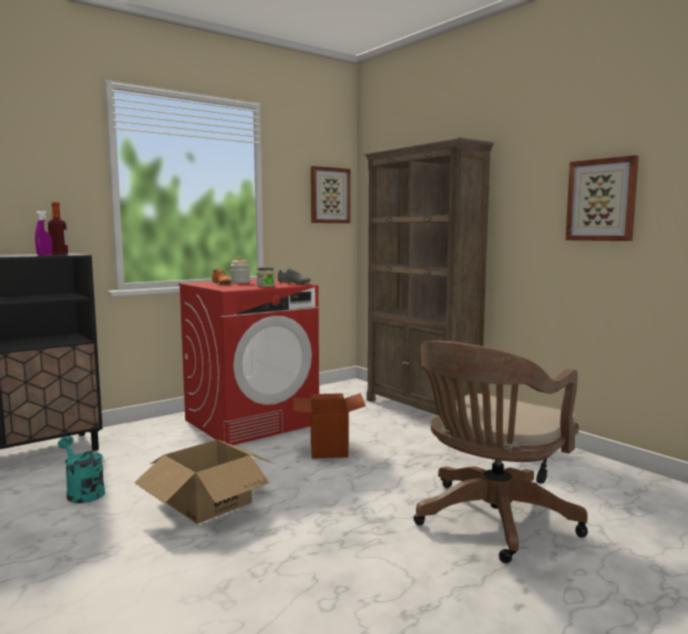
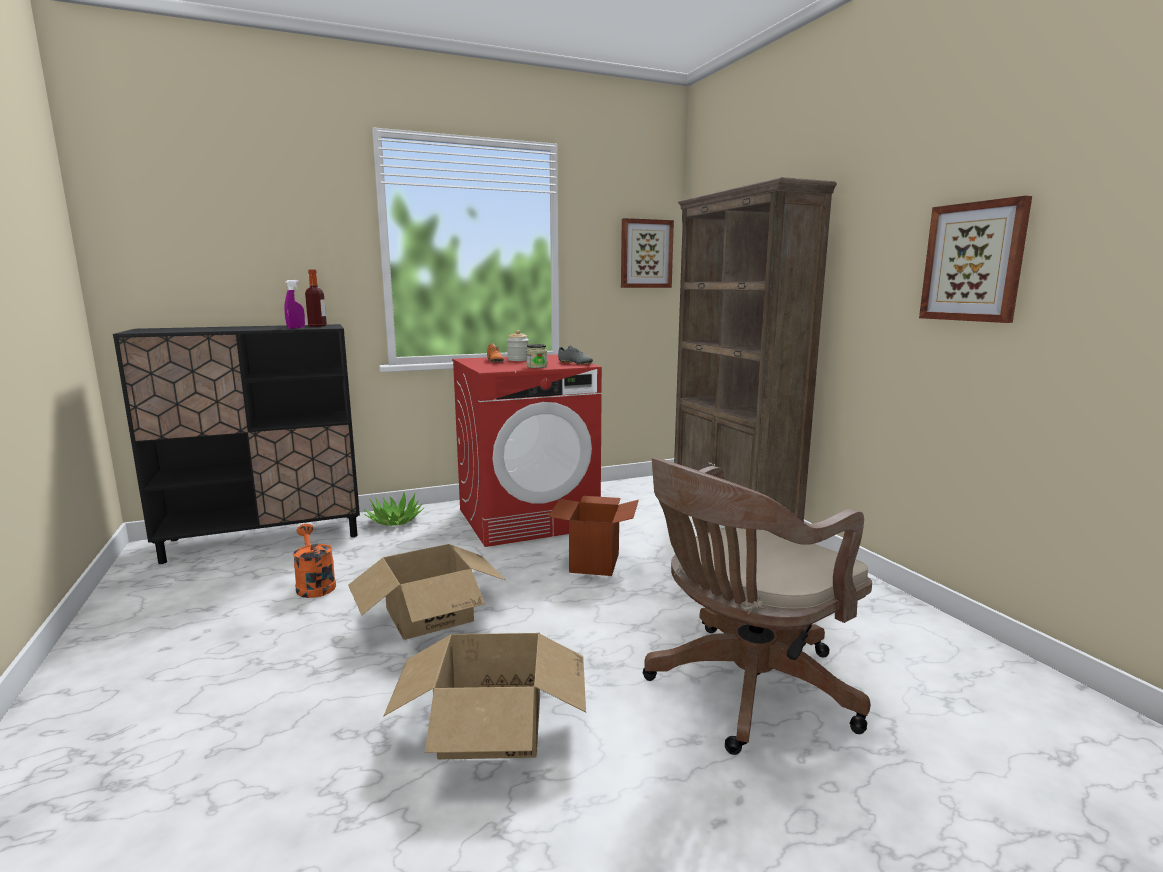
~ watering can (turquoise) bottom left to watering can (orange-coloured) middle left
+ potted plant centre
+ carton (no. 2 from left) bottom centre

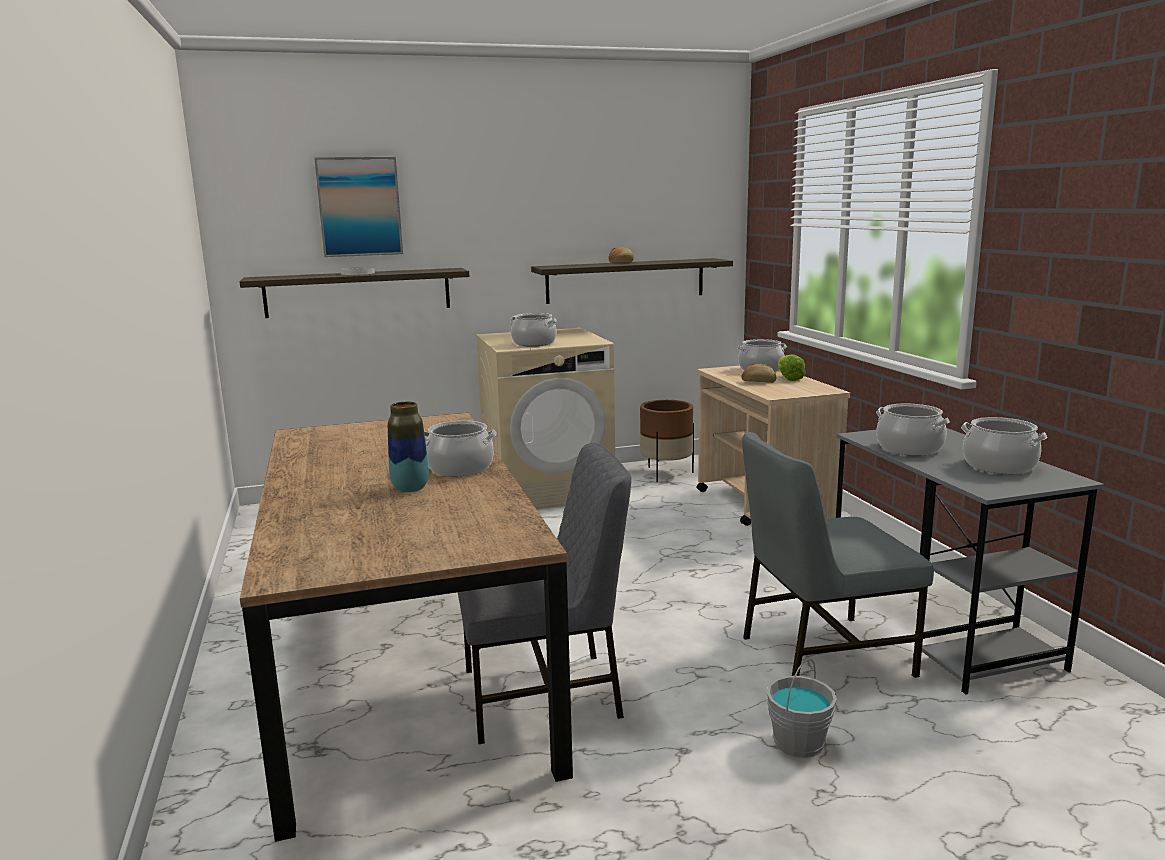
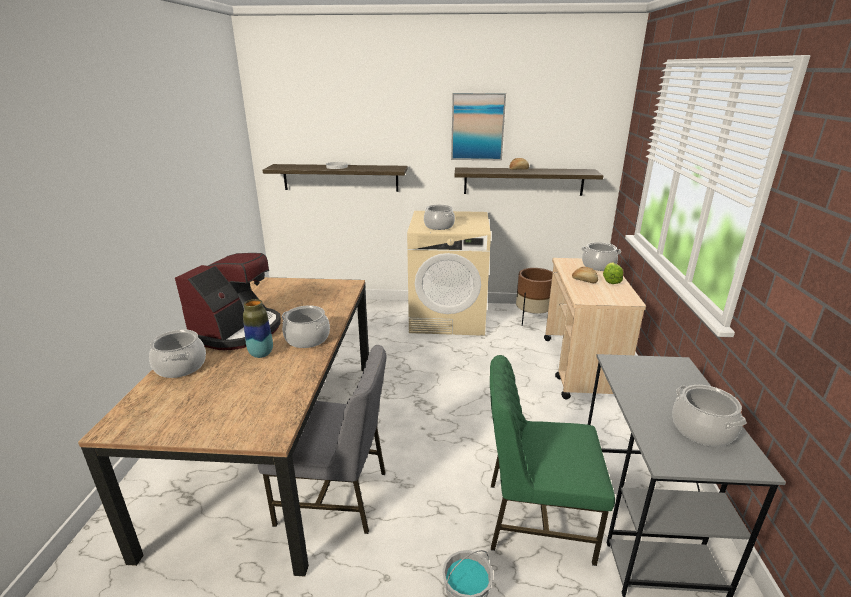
~ saucepot (no. 4 from left in the first image) middle right to saucepot (no. 1 from left) middle left
+ coffee maker middle left
~ wall picture top left to top centre
~ plain chair (grey) (no. 2 from left) middle right to plain chair (greenish) bottom centre

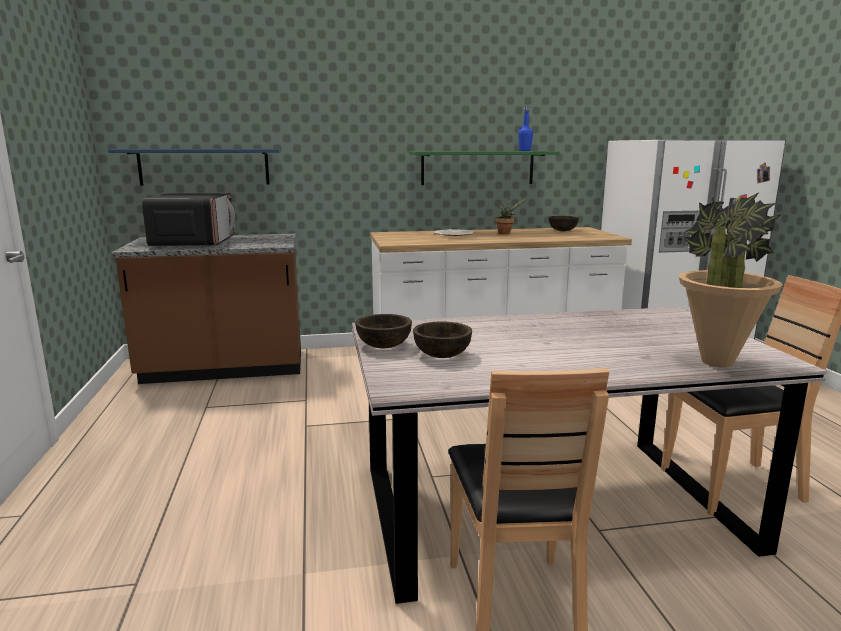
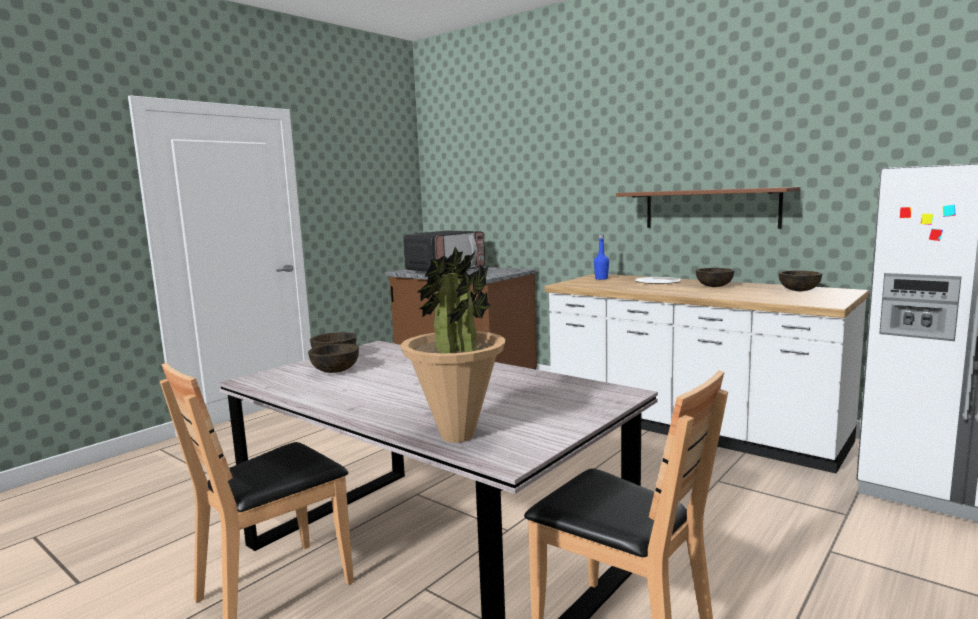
~ bottle (blue) top centre to centre
~ bracket shelf (greenish) top centre to bracket shelf (brown-coloured) middle right
~ potted plant (no. 1 from left) centre to bowl (brown-coloured) (no. 3 from left) middle right
- bracket shelf (blue) top left

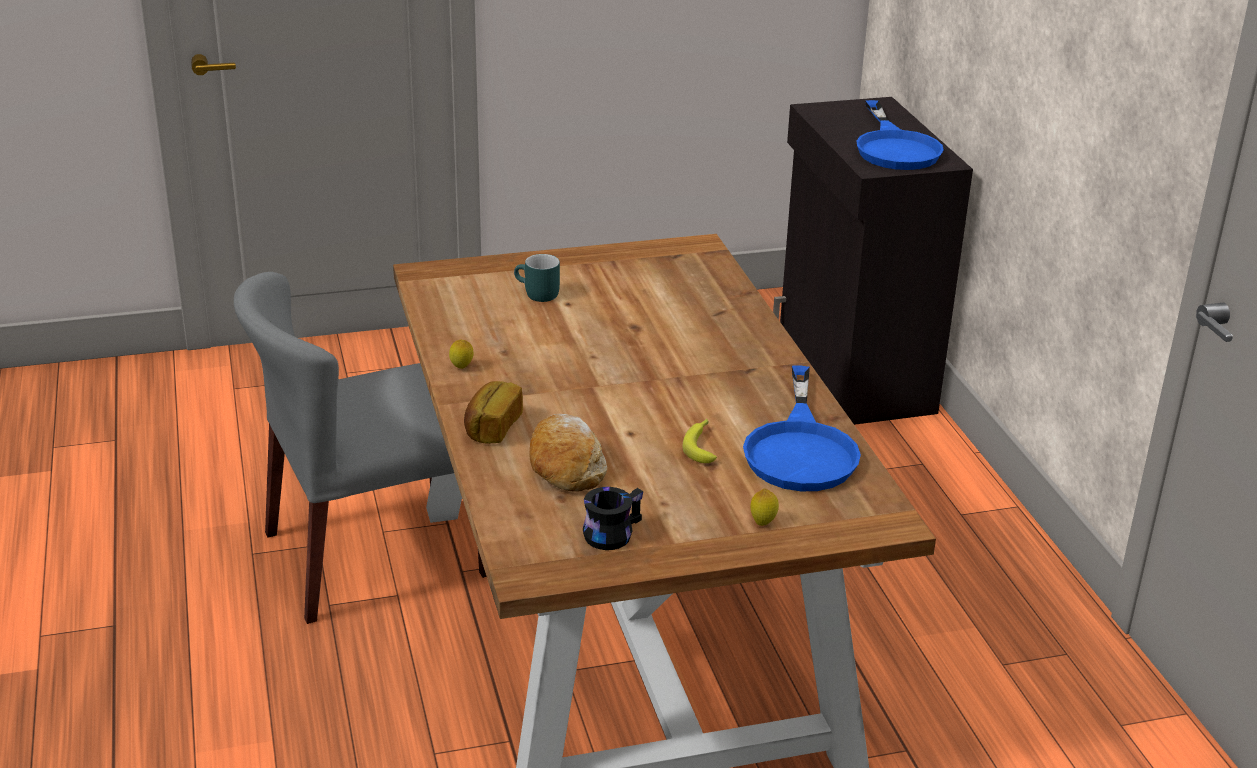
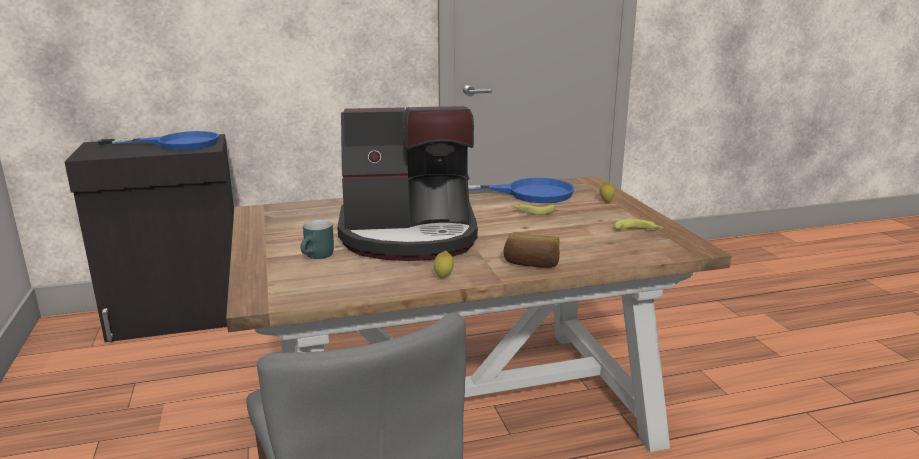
+ coffee maker centre
~ mug (black-coloured) bottom centre to banana (no. 2 from left) middle right
- baked bread (no. 2 from left) centre

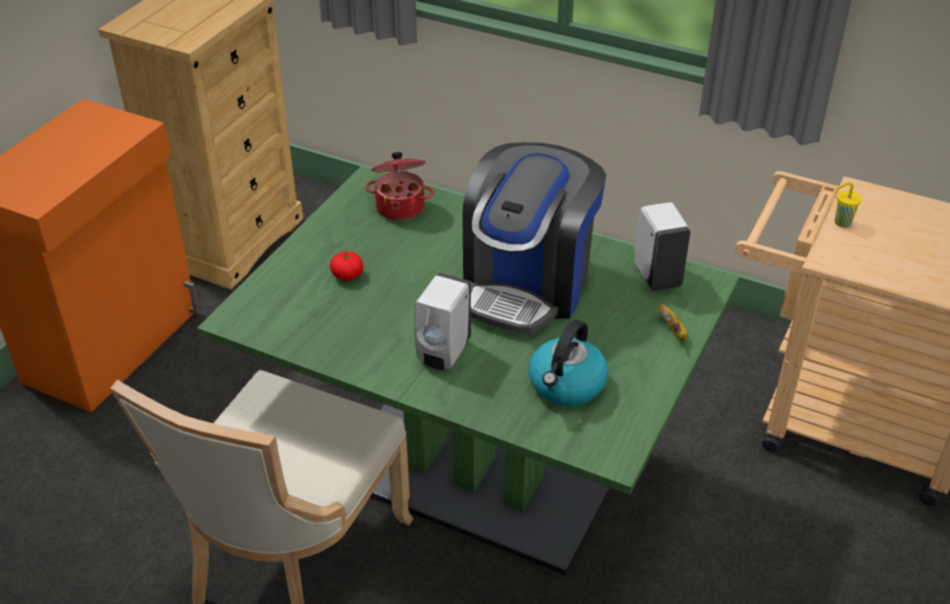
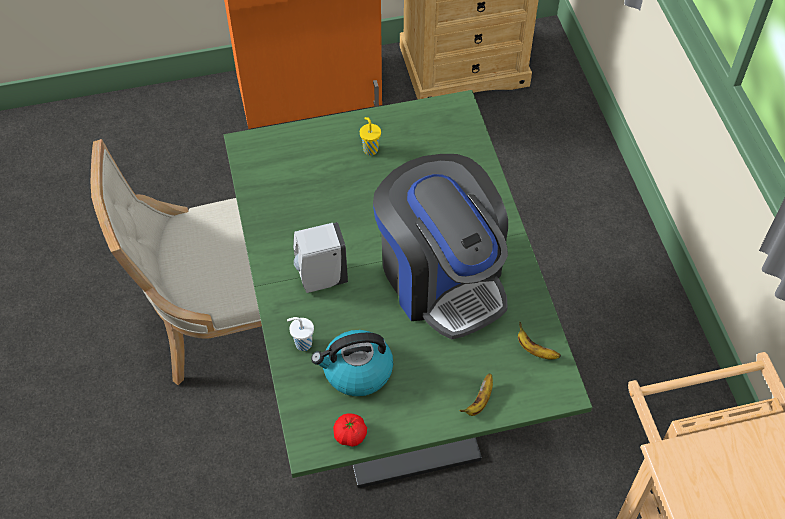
+ drinking cup (whitish) centre
~ whole tomato centre to bottom centre
~ drinking cup (yellow-coloured) middle right to top centre
~ coffee maker centre = centre 105 degrees counterclockwise
~ soap bottle (whitish) (no. 2 from left) middle right to banana (no. 2 from left) middle right
- saucepot top centre

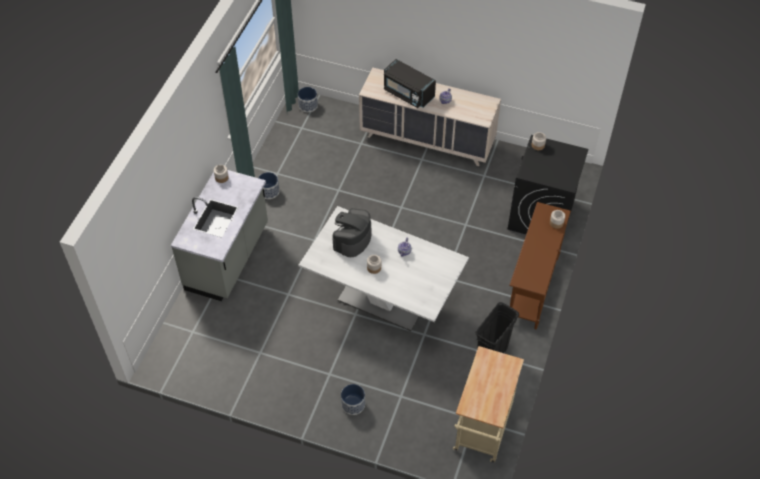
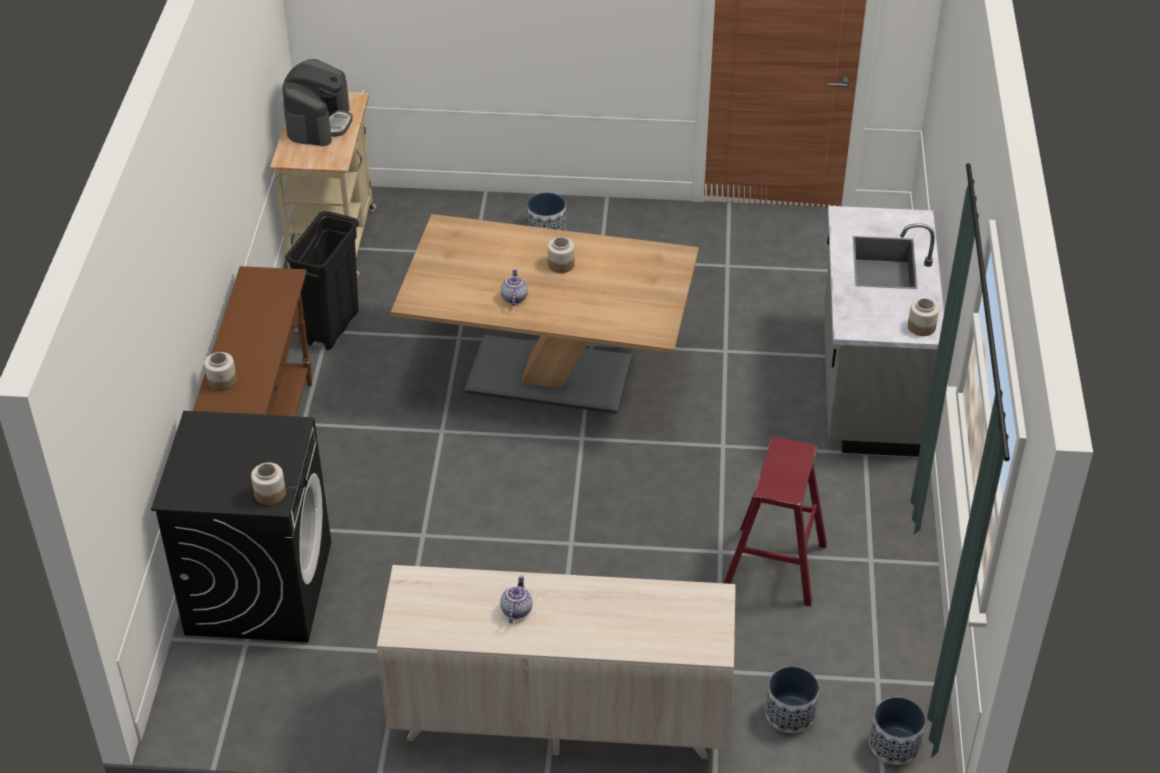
~ coffee maker centre to top left
~ dinner table (whitish) centre to dinner table (brown-coloured) centre
+ stool (red) bottom right
~ flower pot (no. 1 from left in the first image) centre to flower pot (no. 2 from left) bottom right
- kitchen microwave (black-coloured) top centre

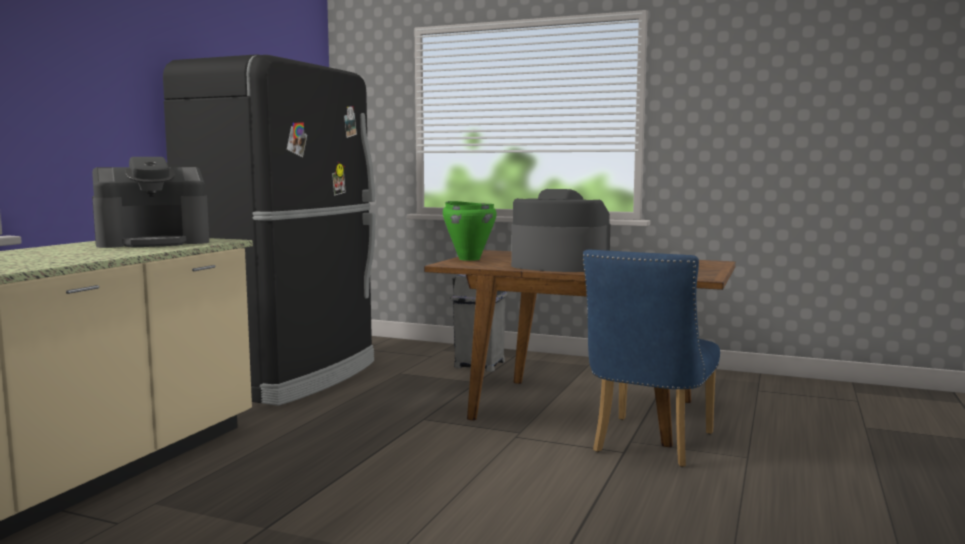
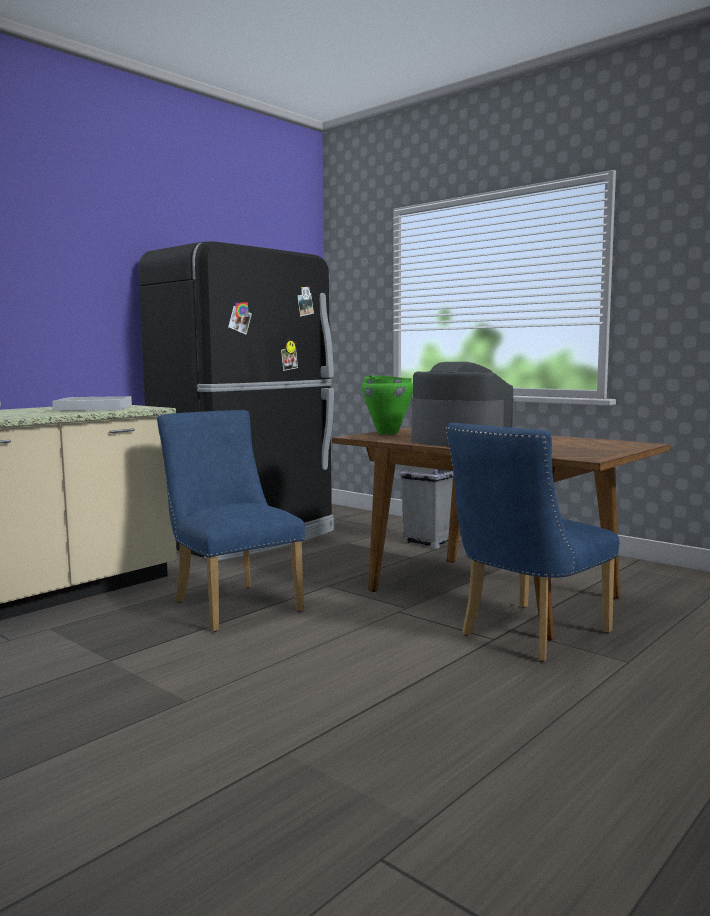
~ coffee maker (no. 1 from left) middle left to tray (whitish) middle left
+ plain chair (blue) (no. 1 from left) middle left

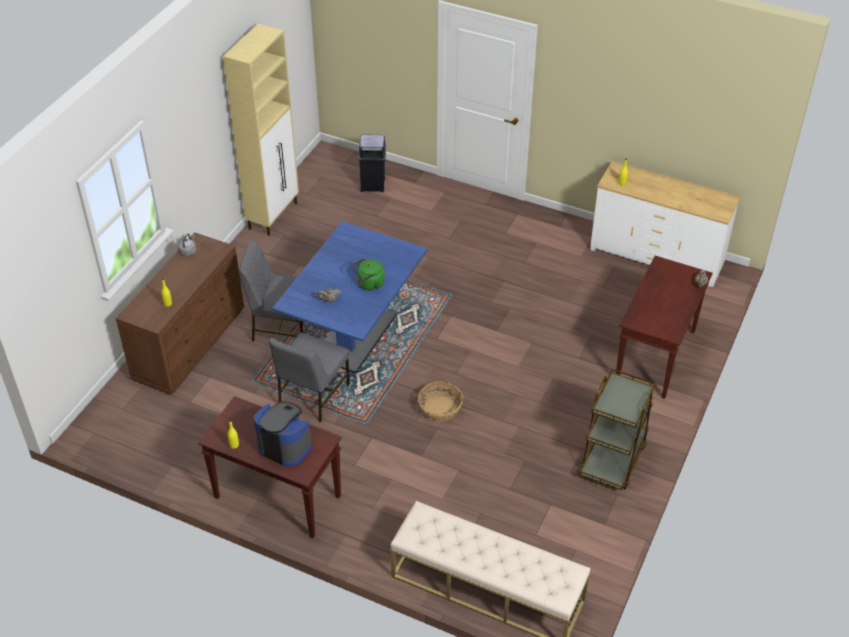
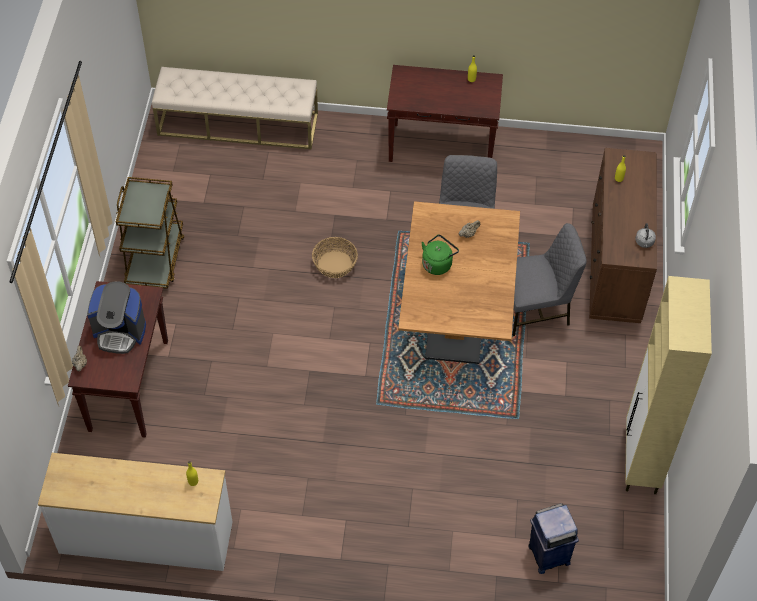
~ coffee maker bottom left to middle left
~ dinner table (blue) centre to dinner table (brown-coloured) centre

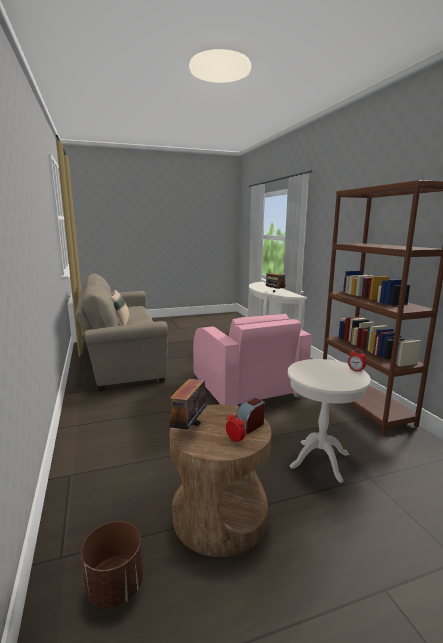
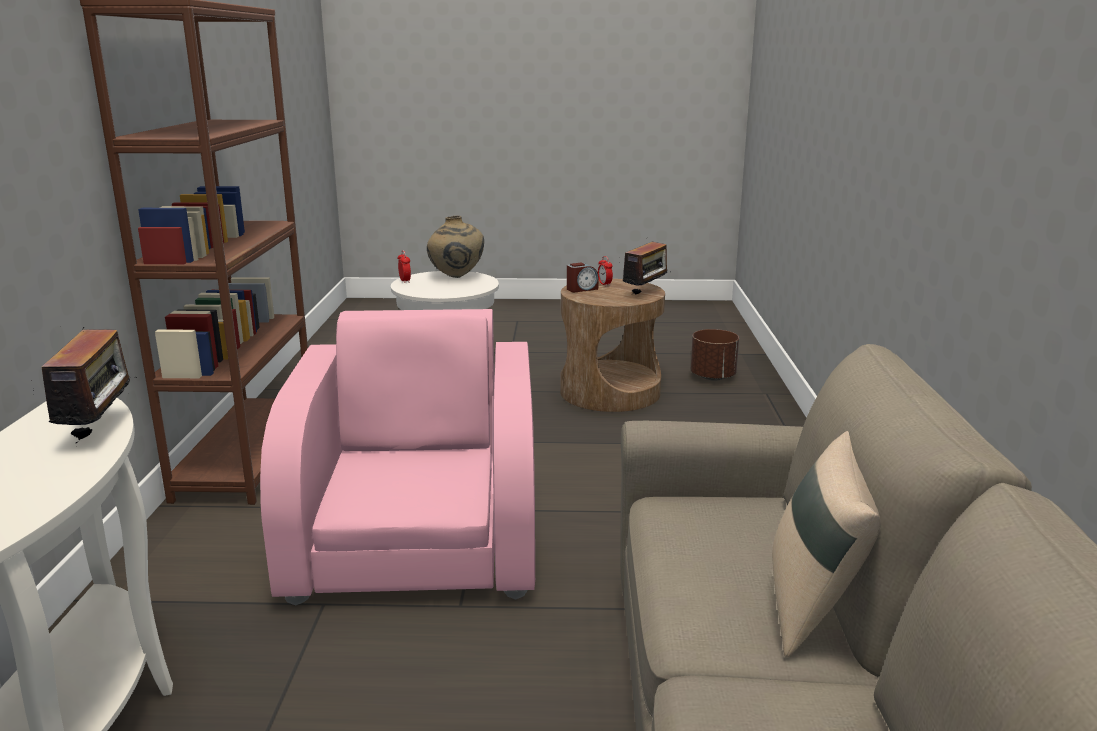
+ flower vase (beige) centre

